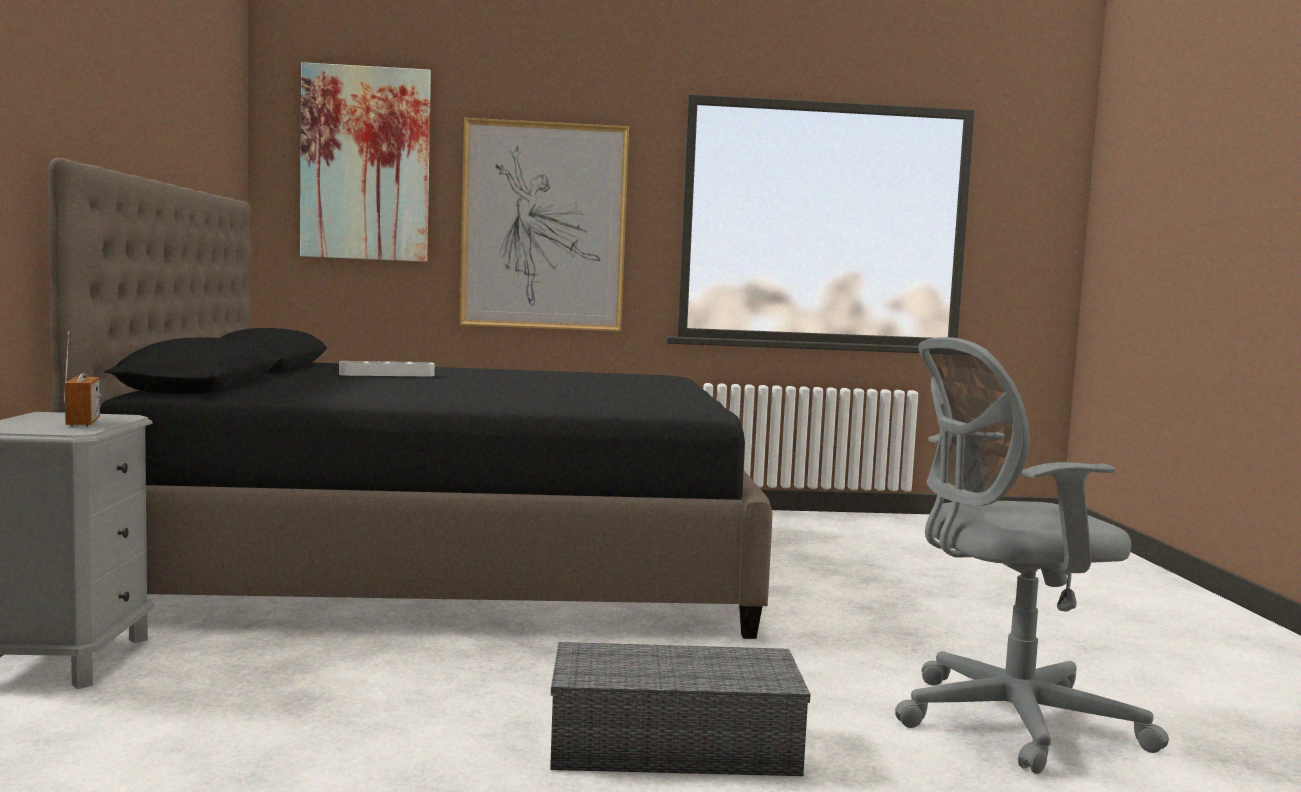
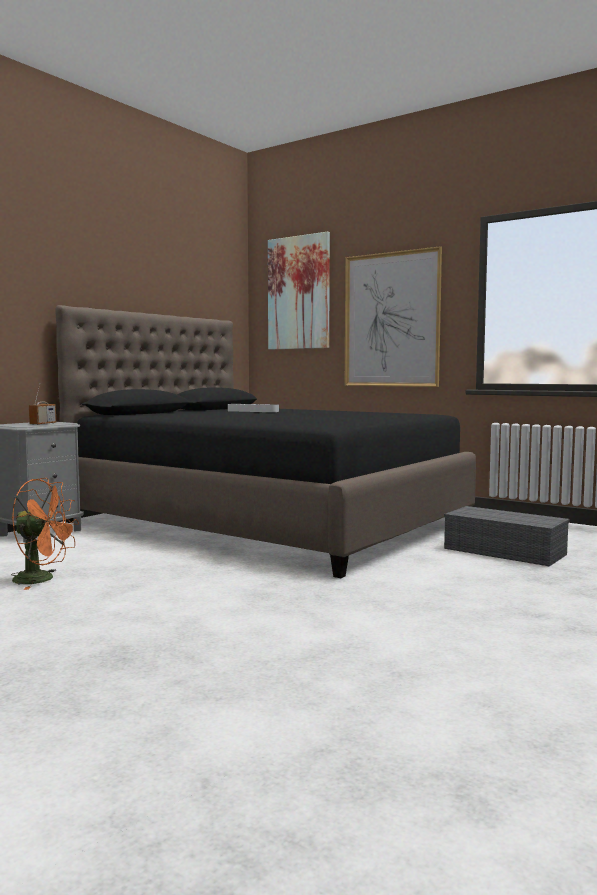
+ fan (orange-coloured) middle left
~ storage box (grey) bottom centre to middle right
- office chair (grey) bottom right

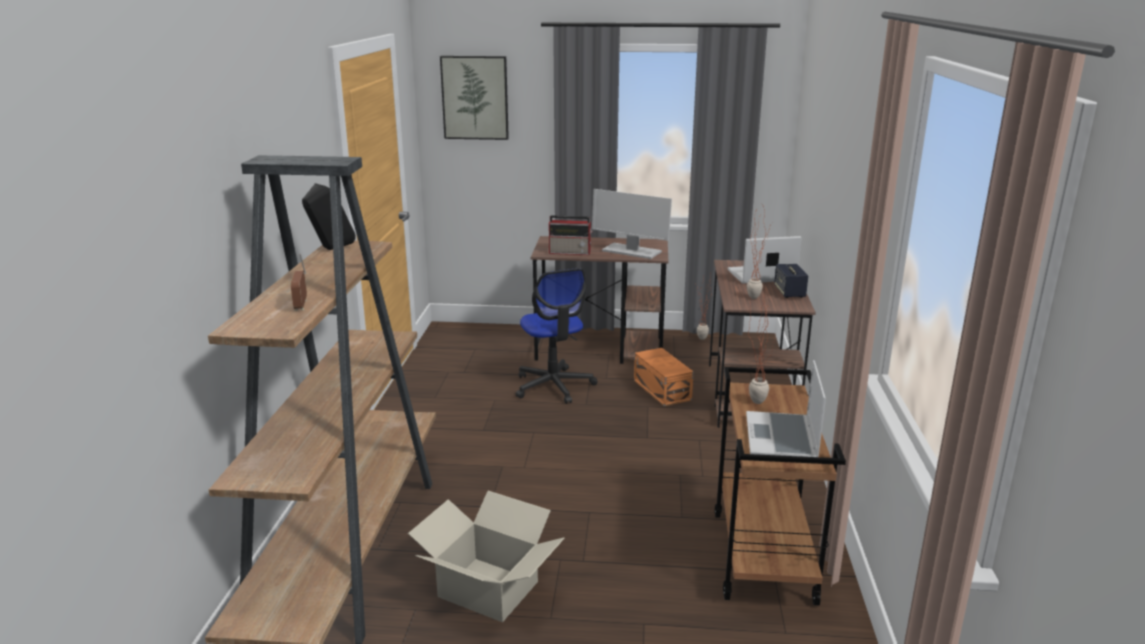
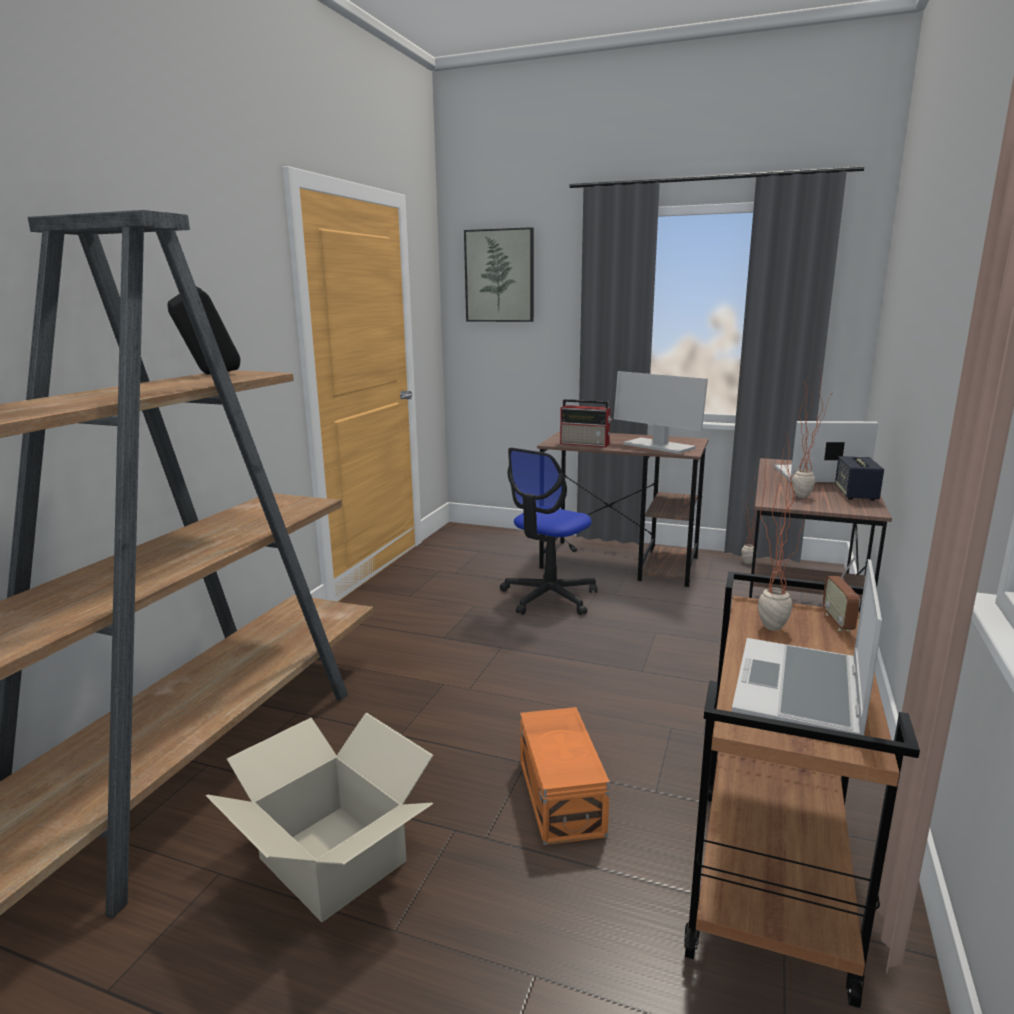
~ office chair centre = centre 45 degrees clockwise
~ storage box (orange-coloured) centre to bottom centre
~ radio set (no. 1 from left in the first image) middle left to radio set (no. 2 from left) middle right

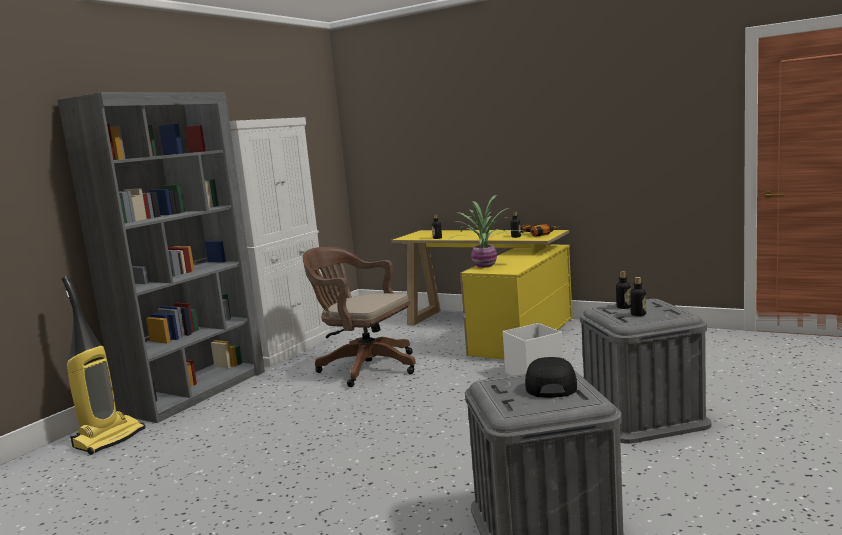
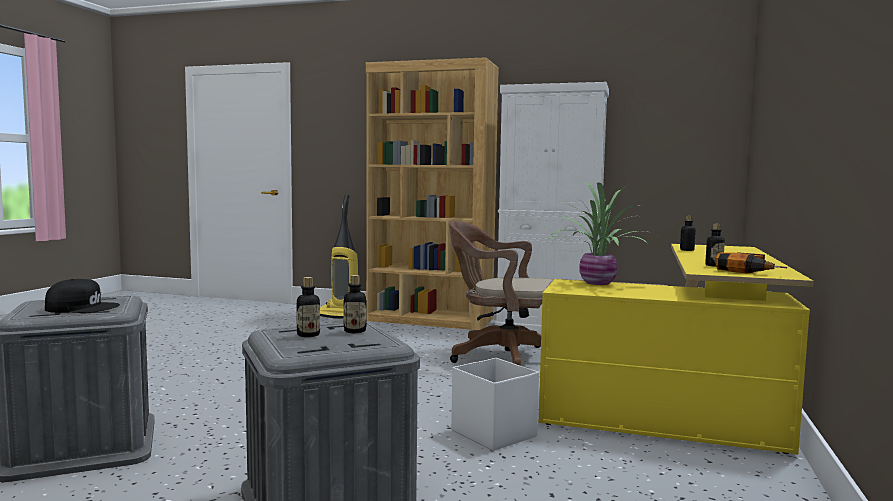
~ bookshelf (grey) middle left to bookshelf (brown-coloured) centre
~ office chair (brown-coloured) centre = centre 90 degrees counterclockwise

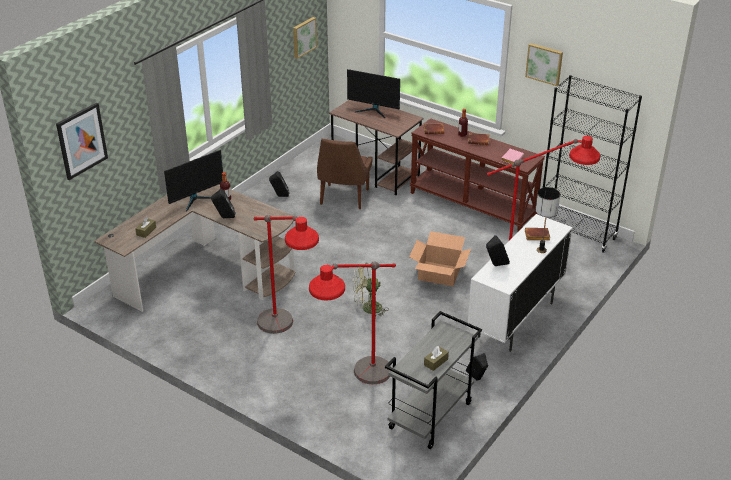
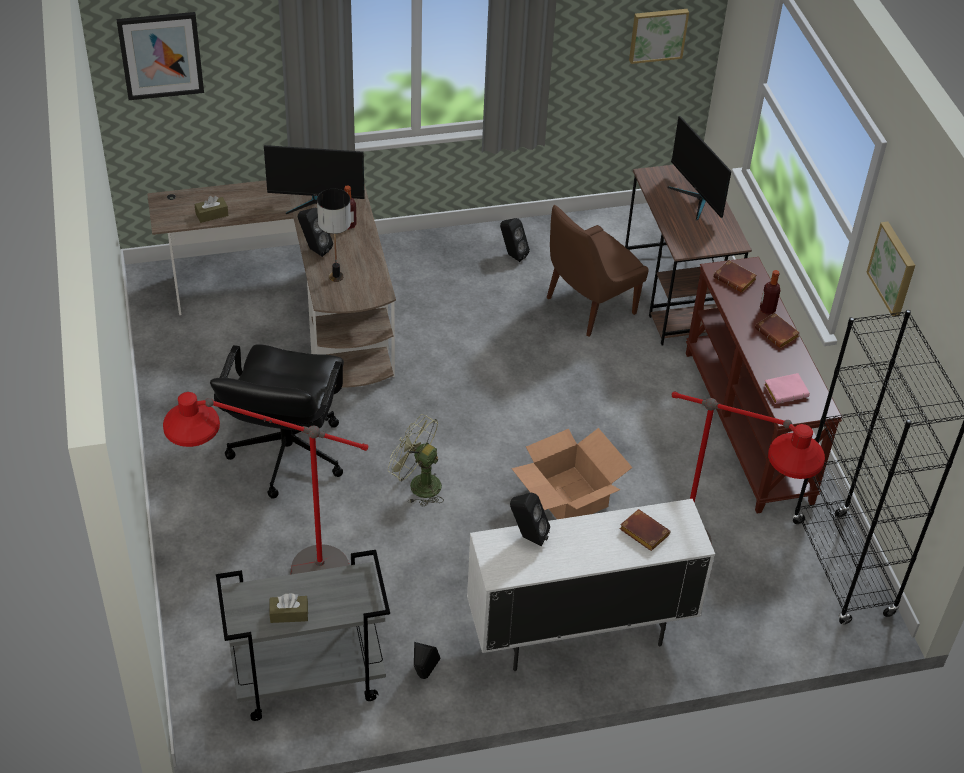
~ floor lamp (red) (no. 1 from left) centre to office chair (black-coloured) middle left
~ table lamp middle right to top centre

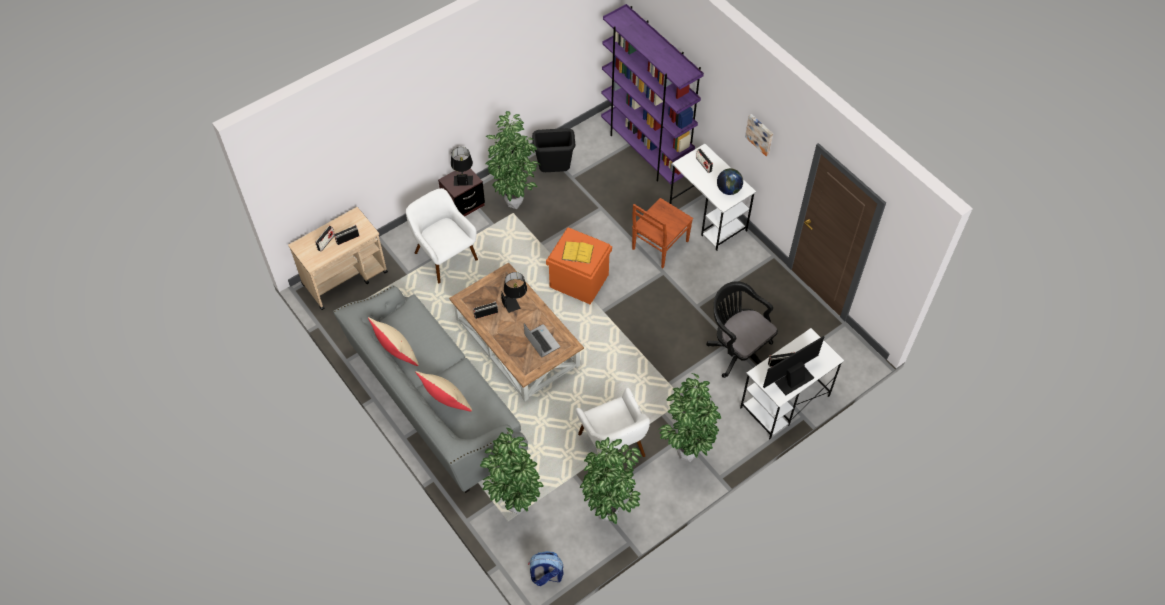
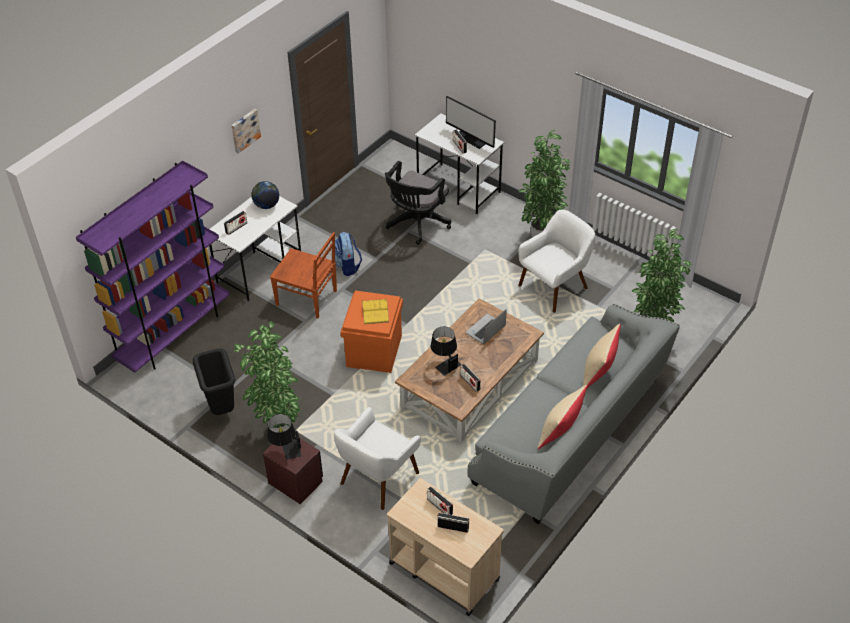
~ rucksack bottom centre to centre
- potted plant (no. 3 from left) bottom centre

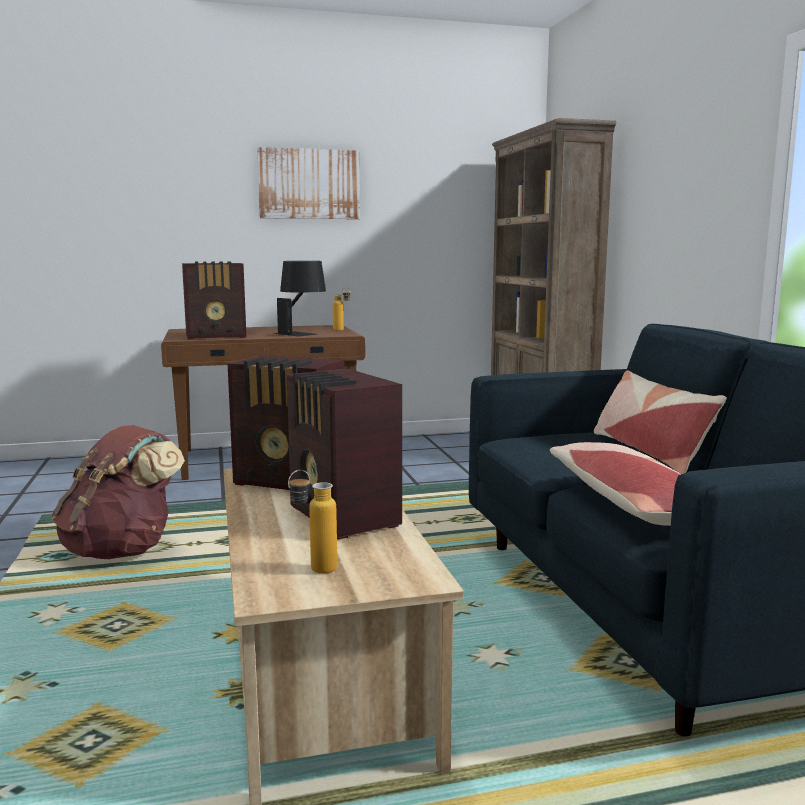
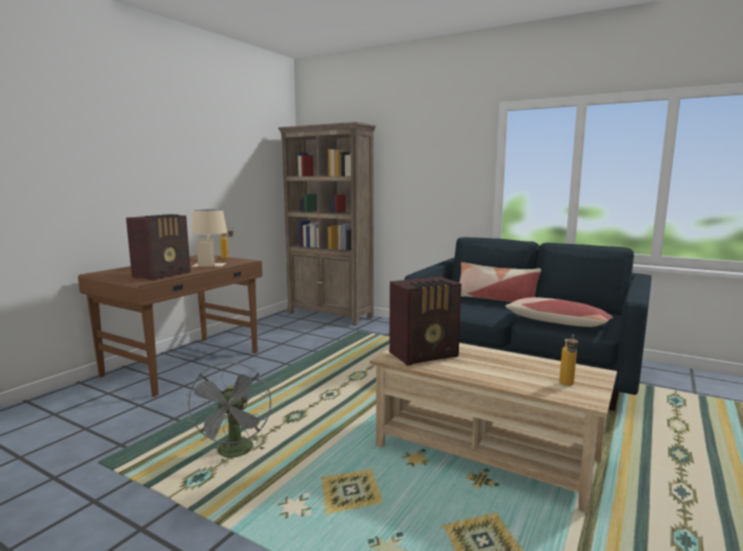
~ rucksack (brown-coloured) middle left to fan (grey) bottom left
~ table lamp (black-coloured) centre to table lamp (beige) middle left
- wall picture top centre
- radio set (no. 3 from left) centre

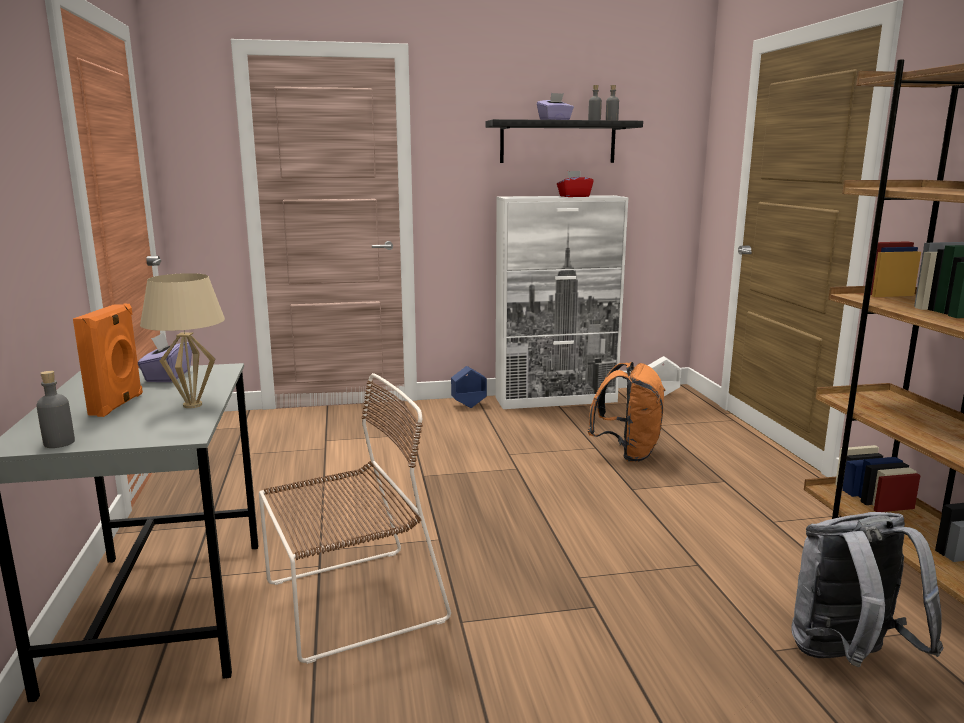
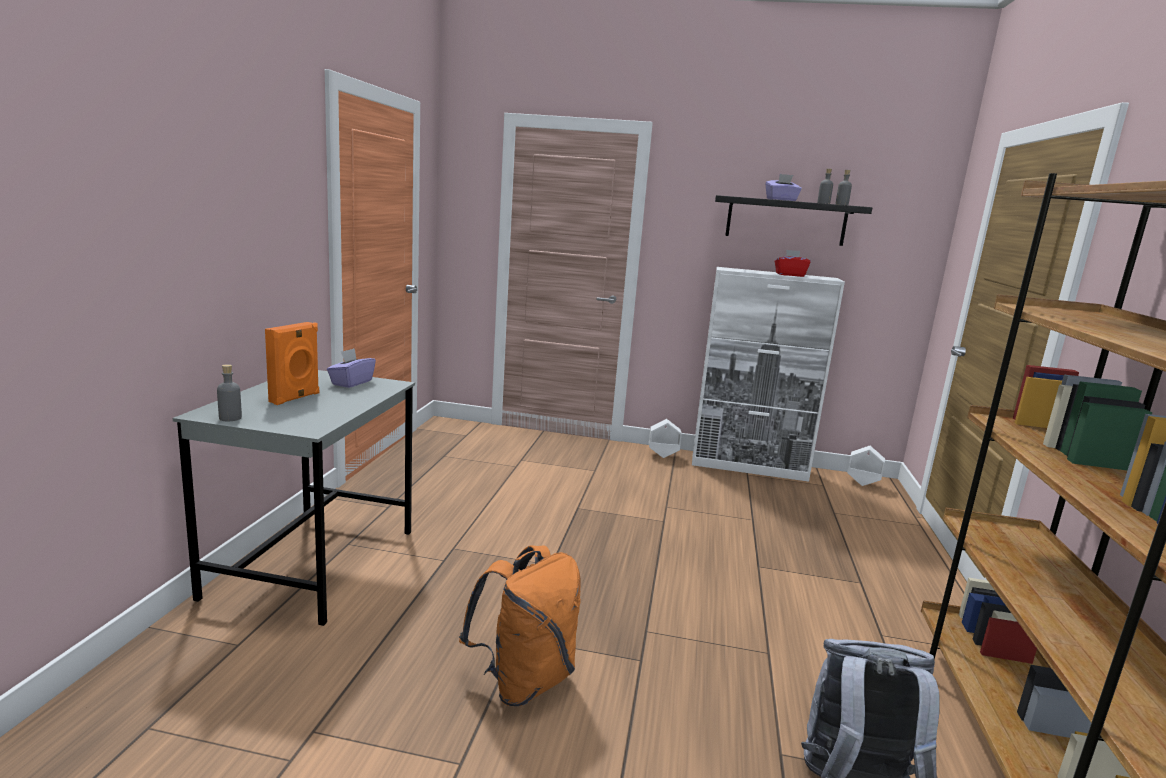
~ rucksack (orange-coloured) centre to bottom centre
~ flower pot (blue) centre to flower pot (whitish) (no. 1 from left) centre
- table lamp (beige) middle left
- plain chair (brown-coloured) bottom centre

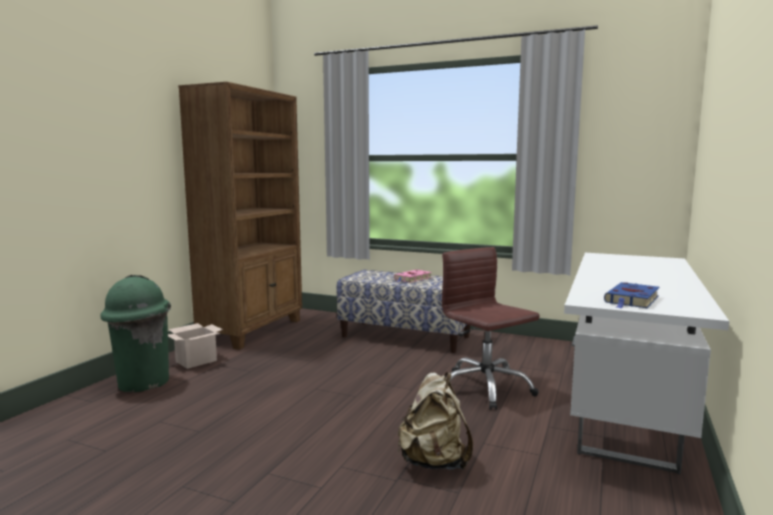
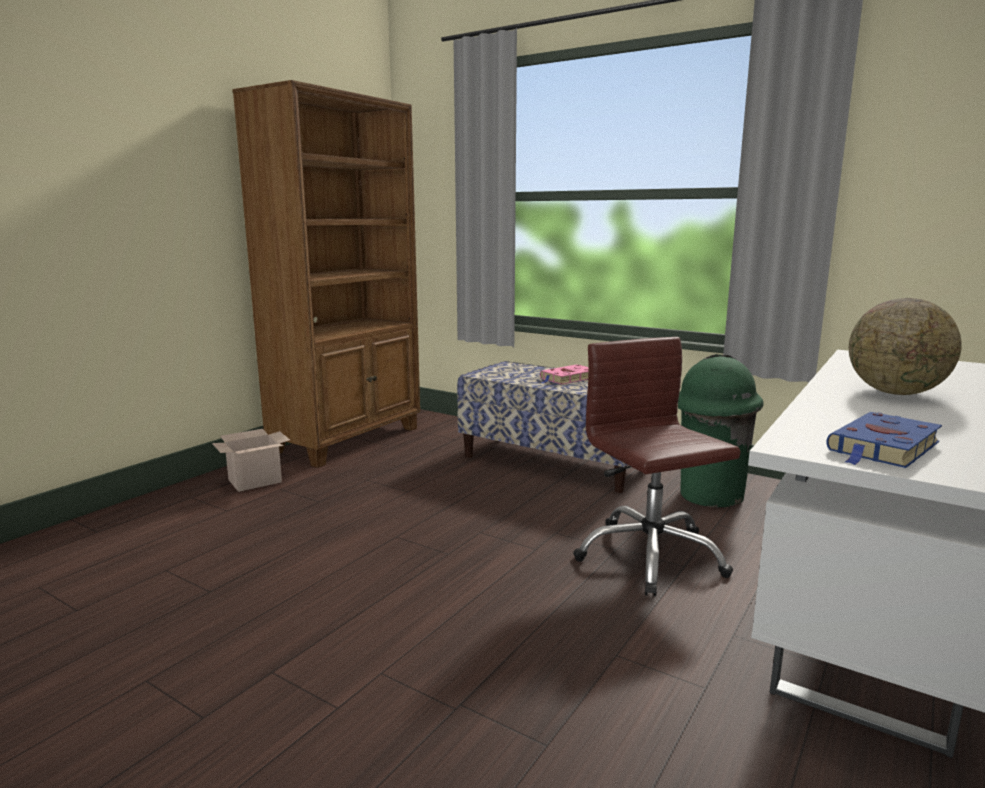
~ waste bin (greenish) middle left to middle right
+ world globe middle right
- rucksack (beige) bottom centre

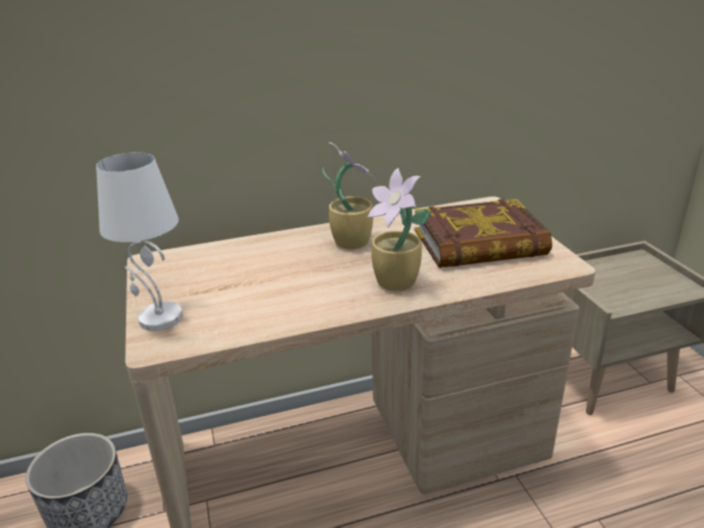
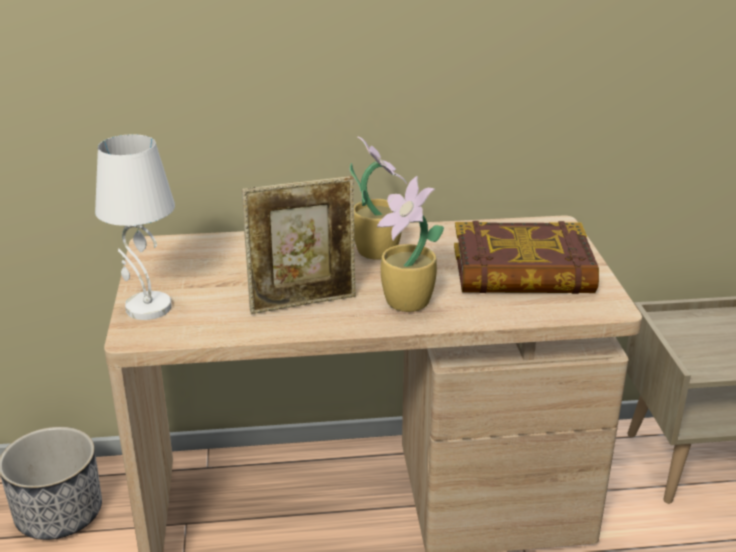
+ photo frame centre

